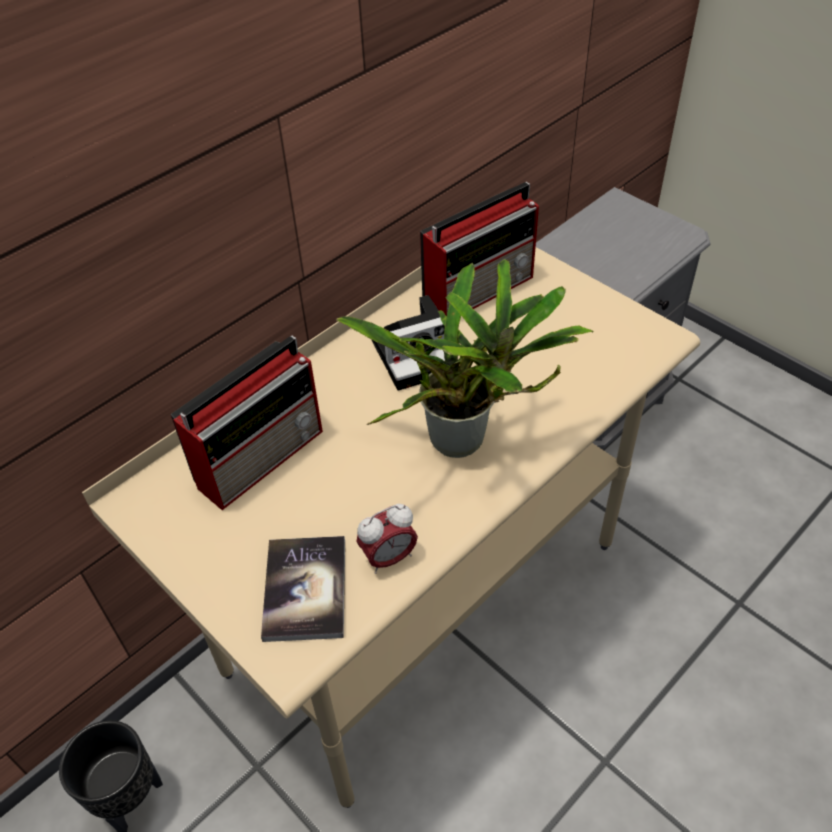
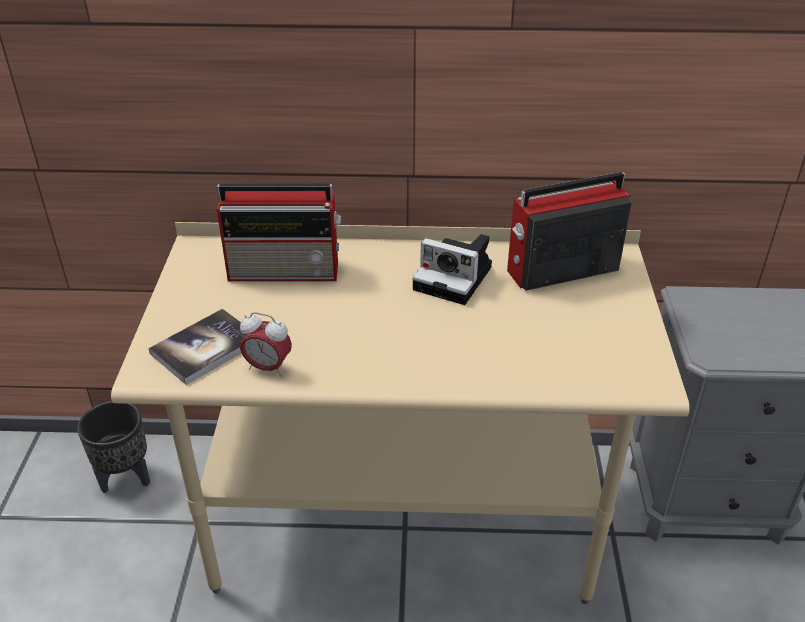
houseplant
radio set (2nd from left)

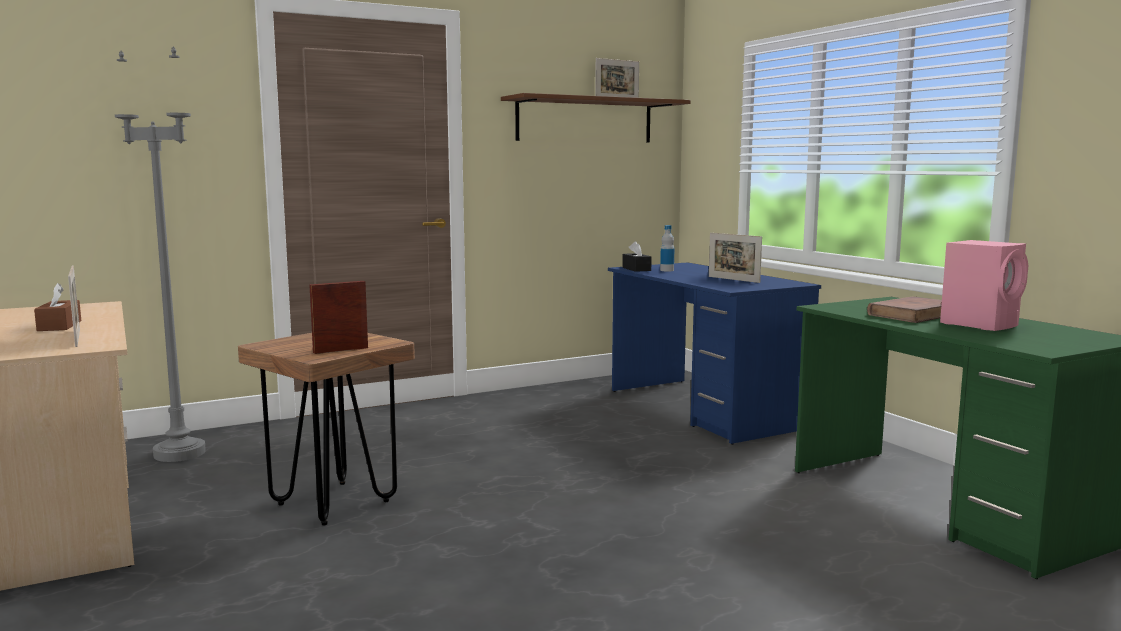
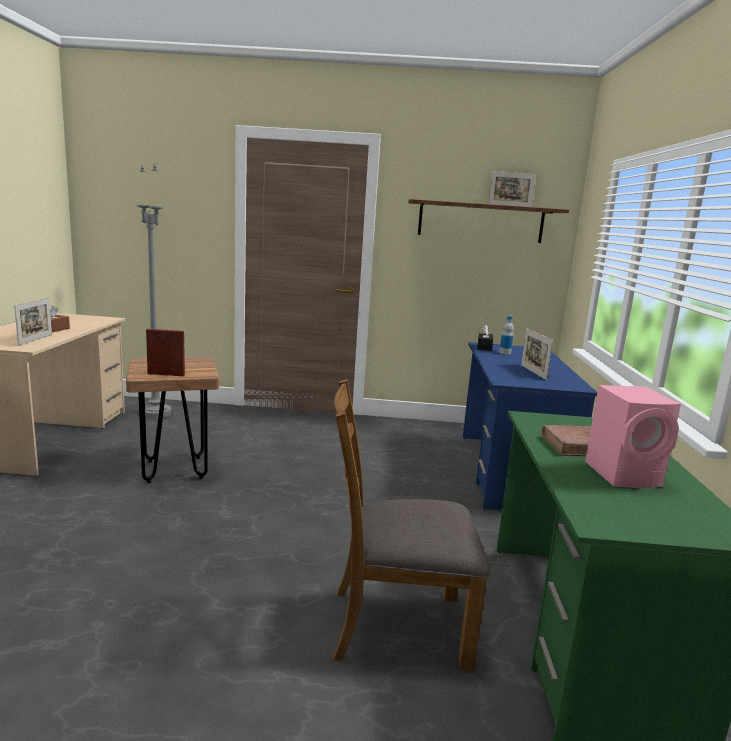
plain chair (brown)

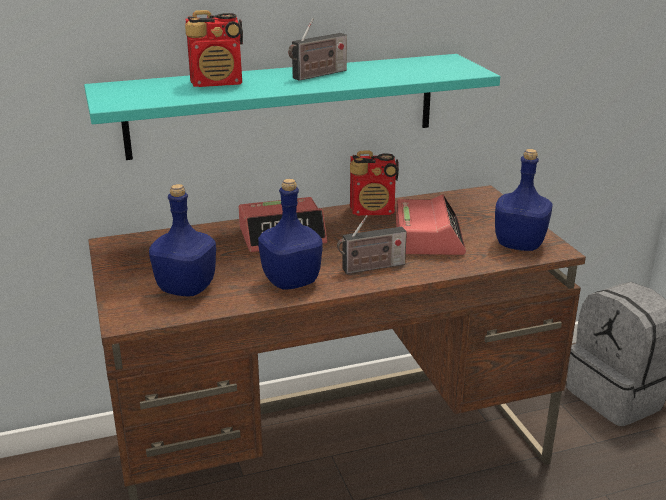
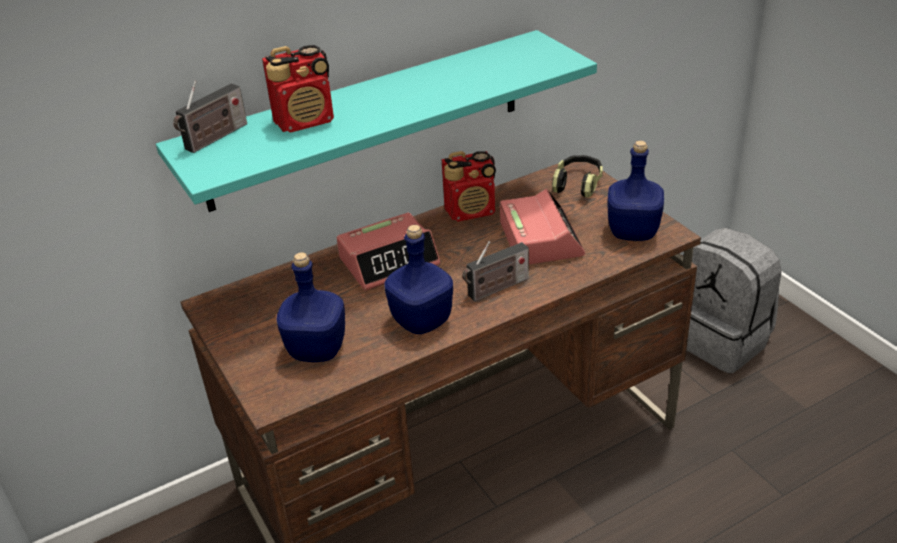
radio set (1st from left)
headphones

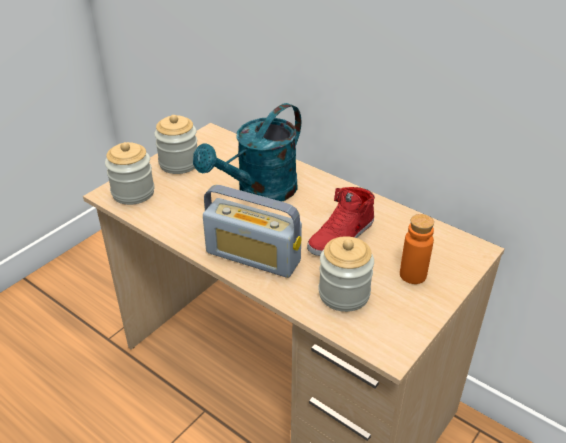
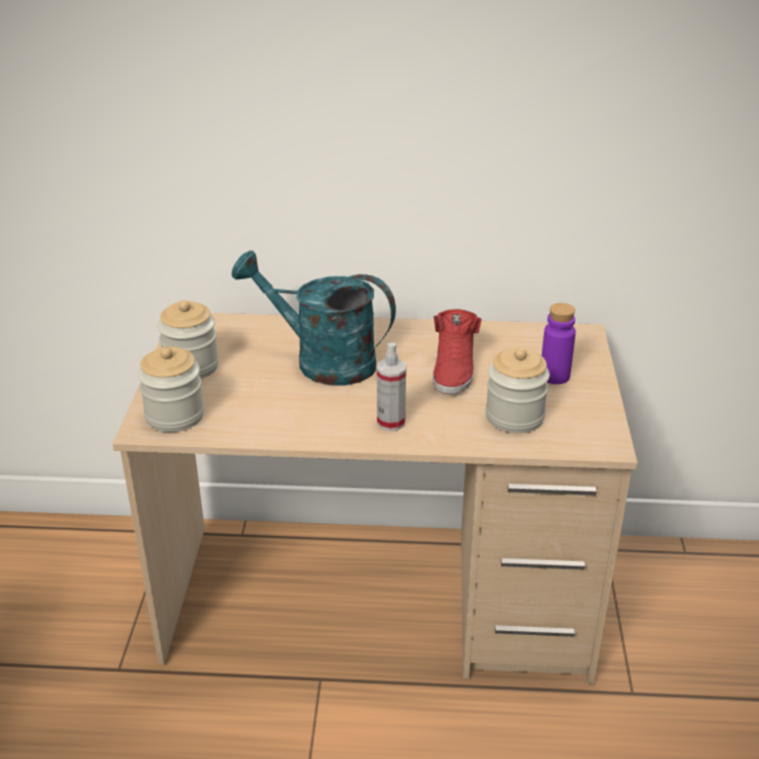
watering pot (turquoise-coloured)
spray bottle
drink bottle (purple)

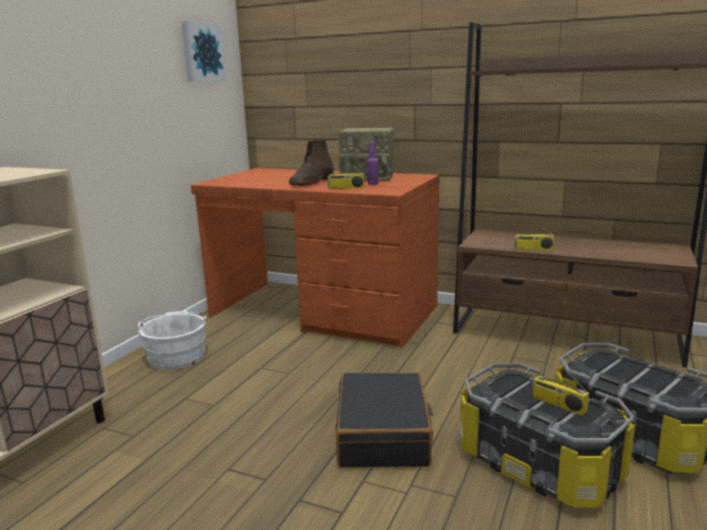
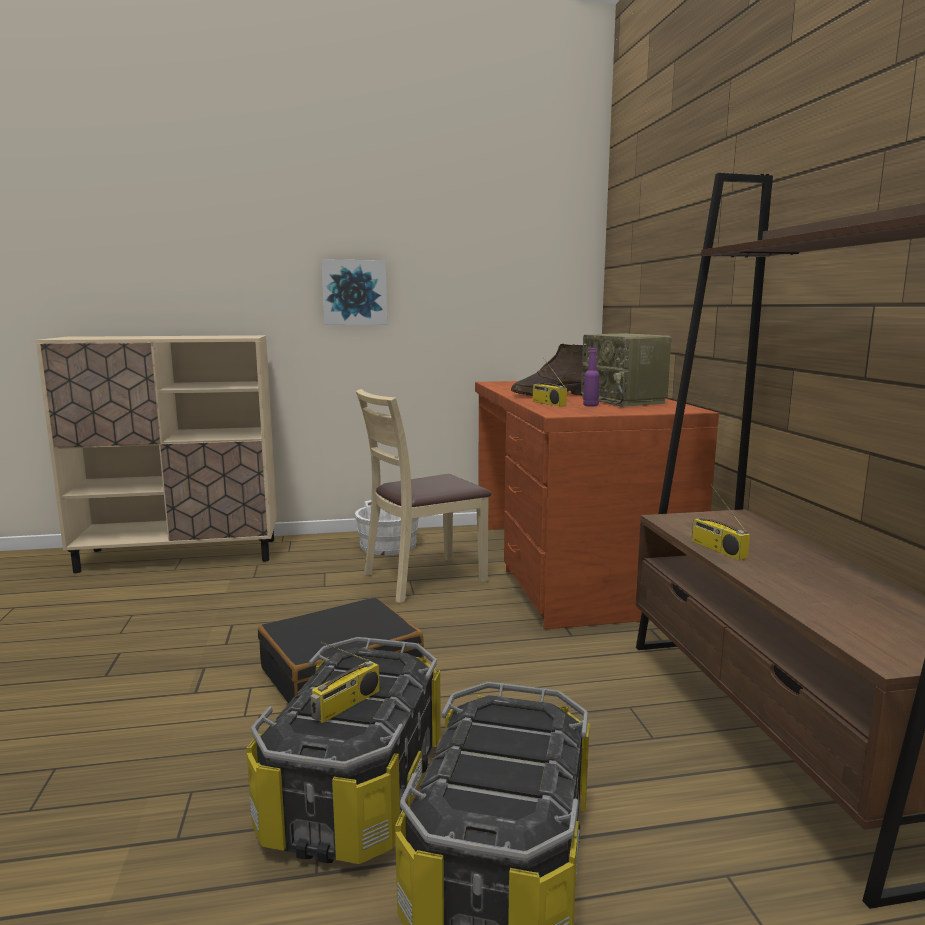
picture
radio set (1st from left)
plain chair (beige)

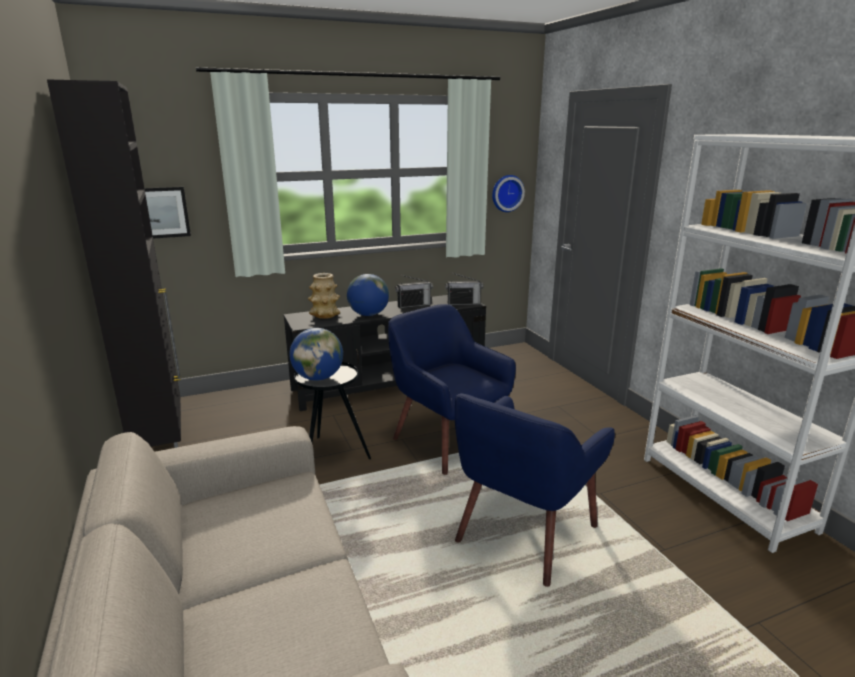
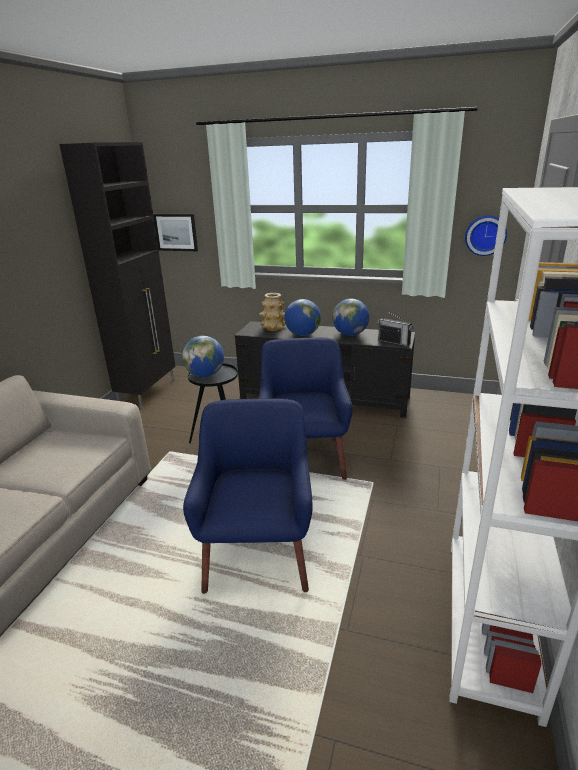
globe (3rd from left)
lounge chair (bluish) (1st from left)

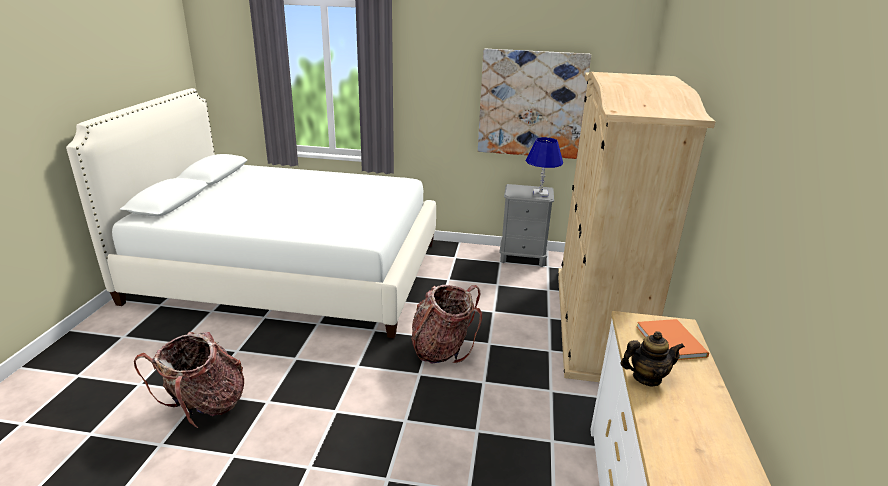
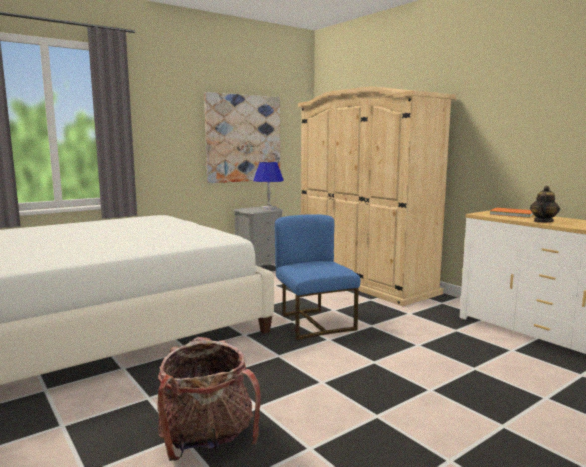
plain chair (bluish)

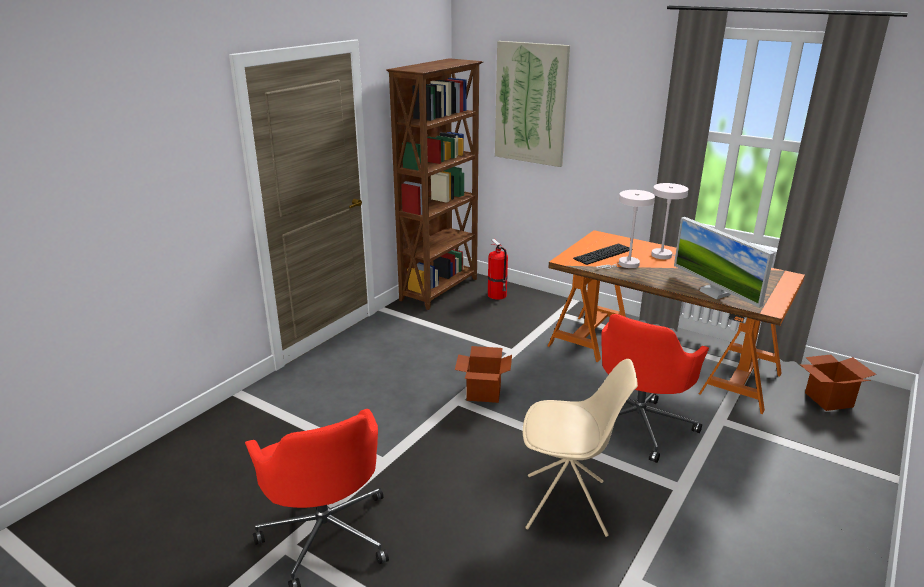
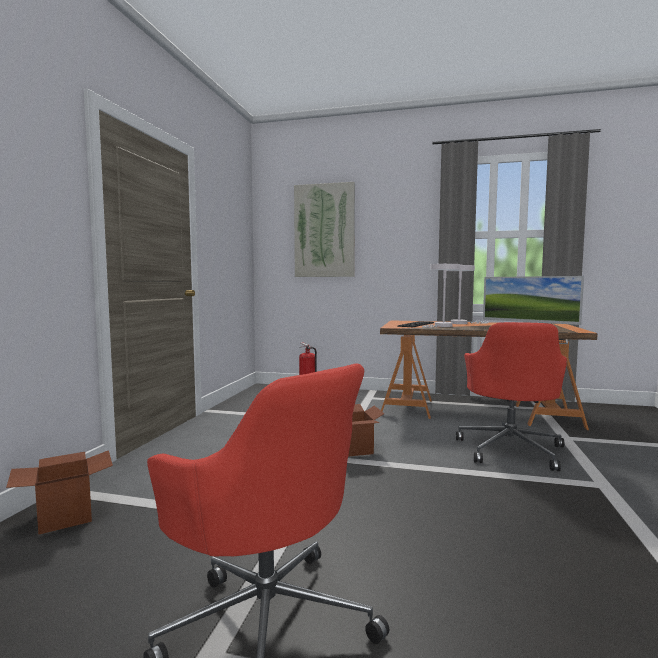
shelving unit (brown)
plain chair (beige)
cardboard box (1st from left)

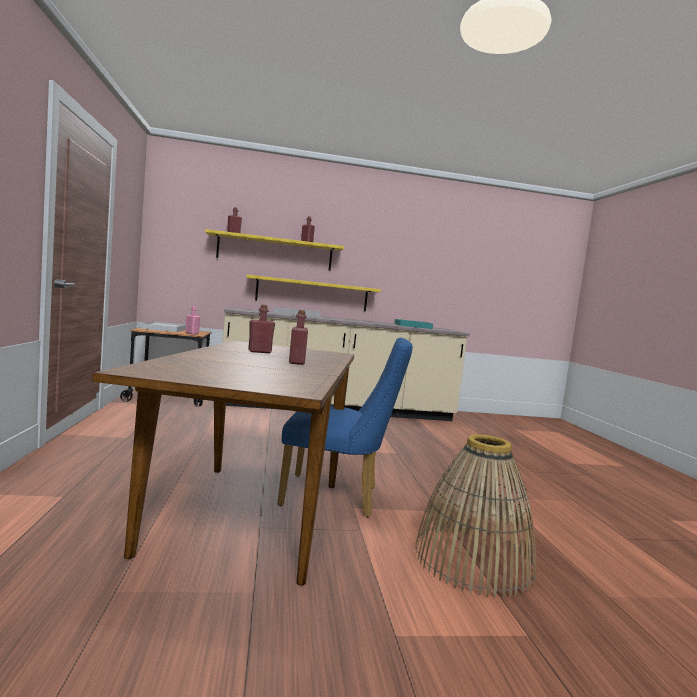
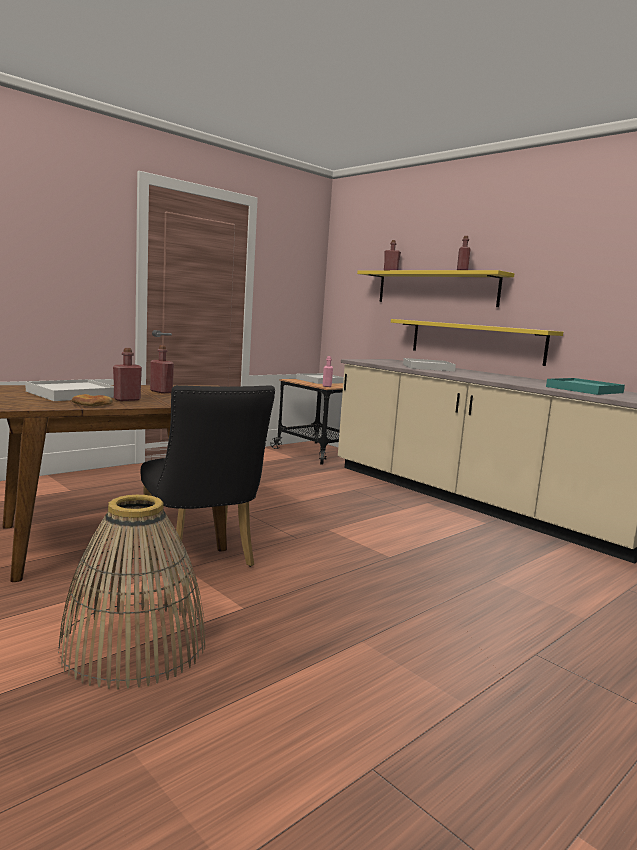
plain chair (black-coloured)
tray (white-coloured) (1st from left)
baked bread

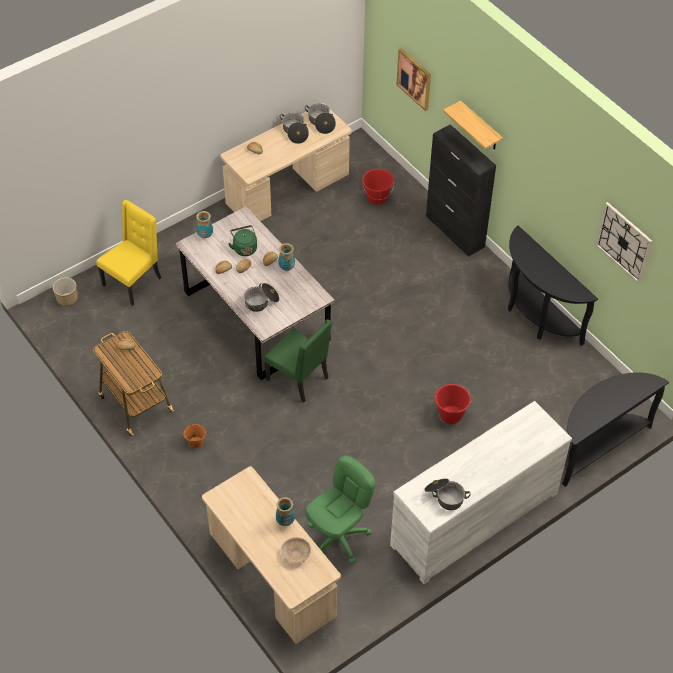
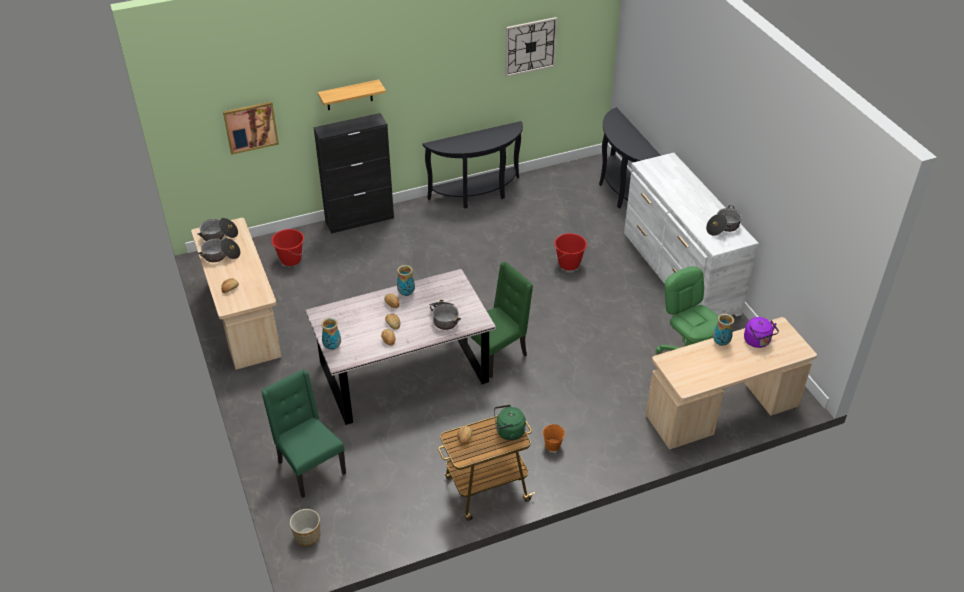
plain chair (green-coloured) (1st from left)
kettle (green-coloured)
kettle (purple)

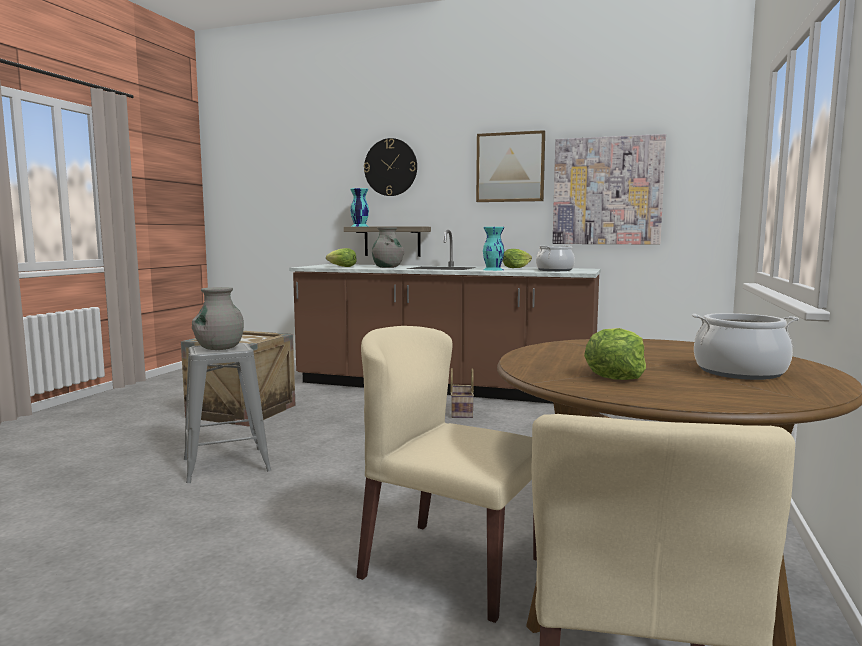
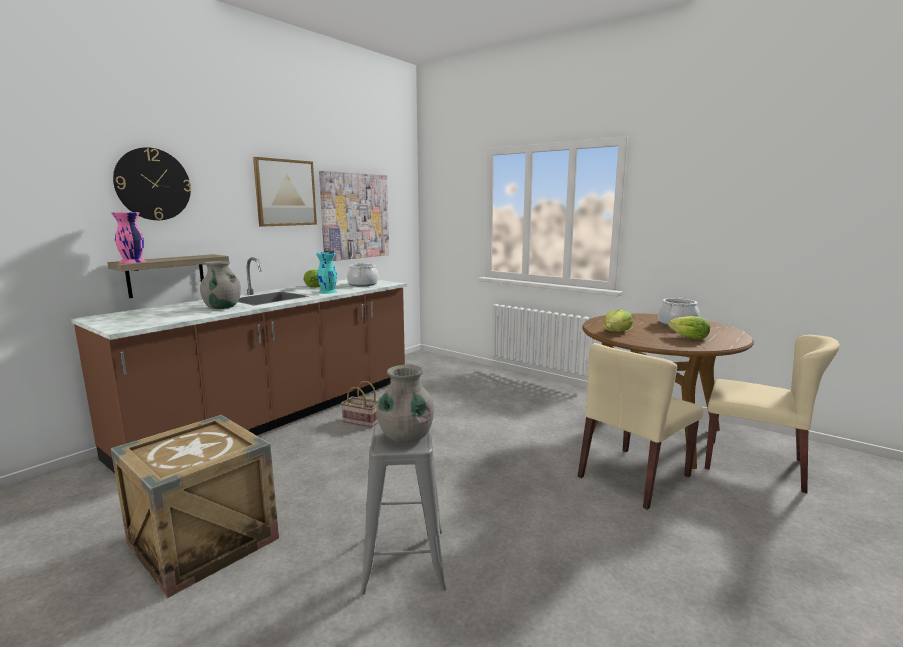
lettuce (2nd from left)
flower vase (pink-coloured)

